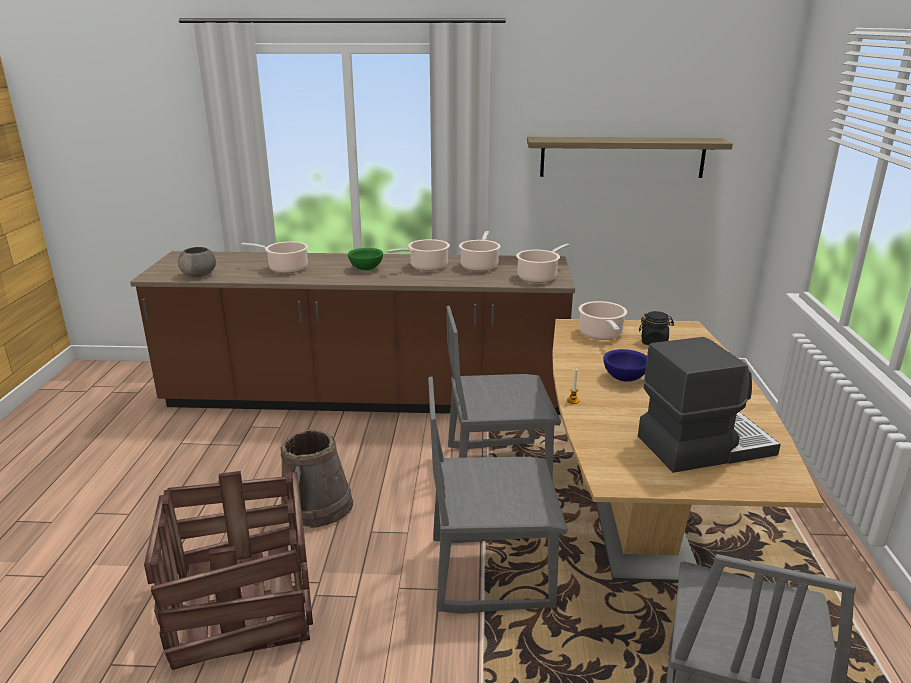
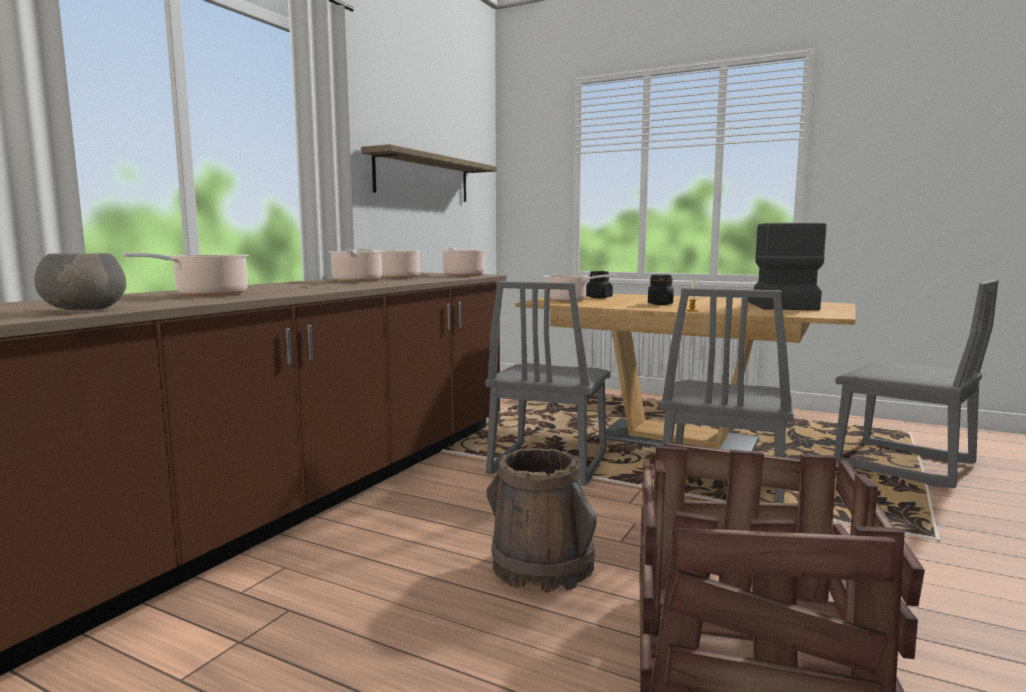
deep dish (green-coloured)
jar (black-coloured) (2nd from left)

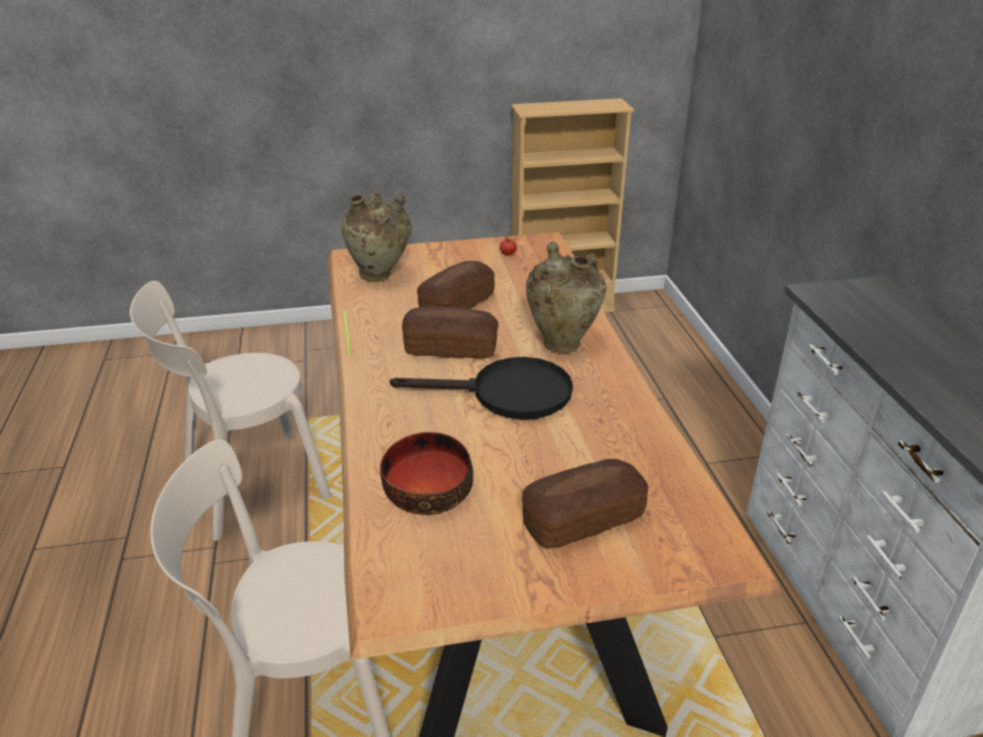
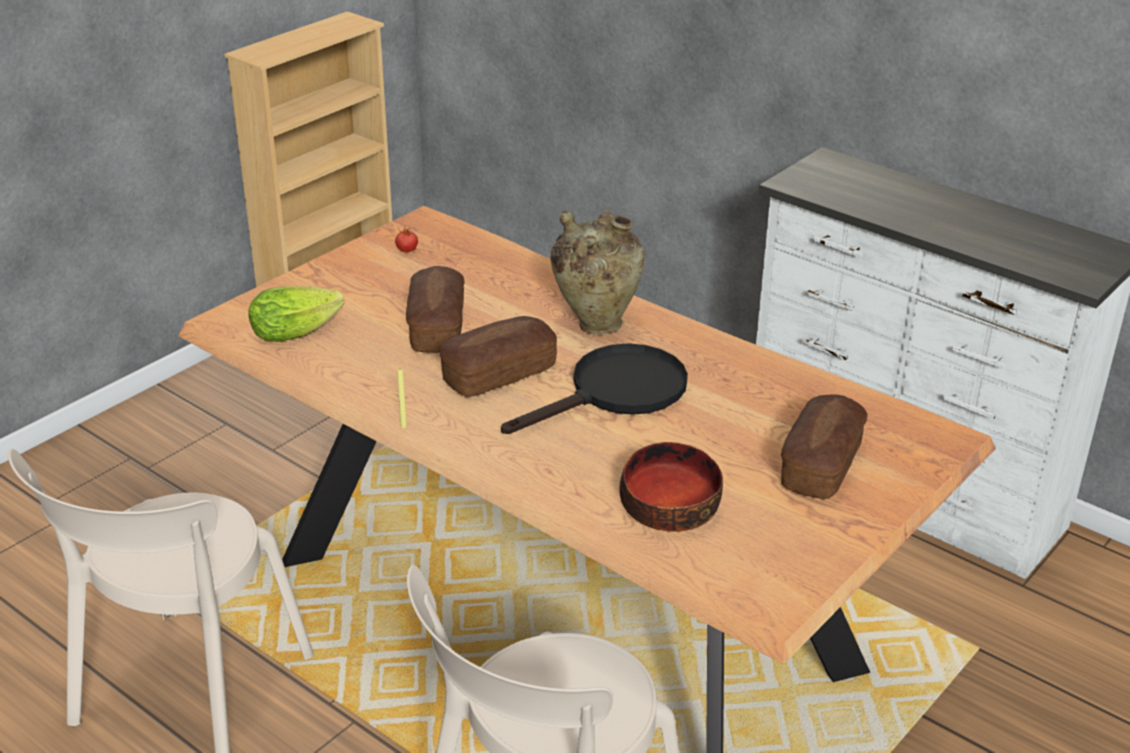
lettuce

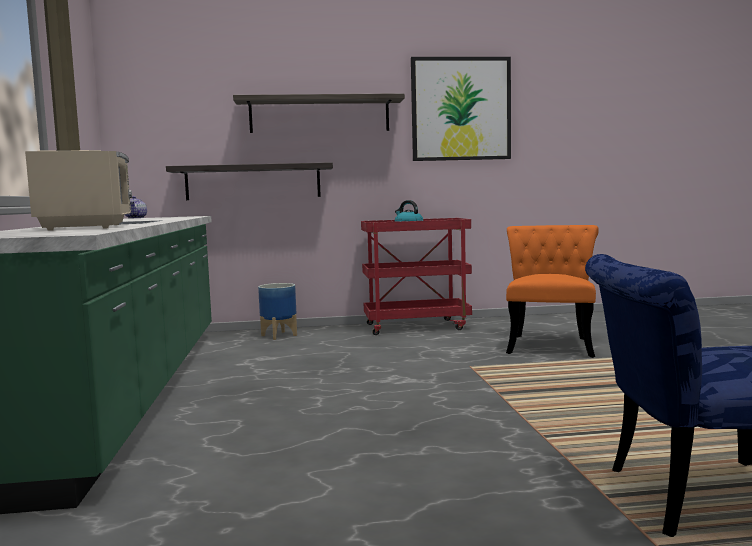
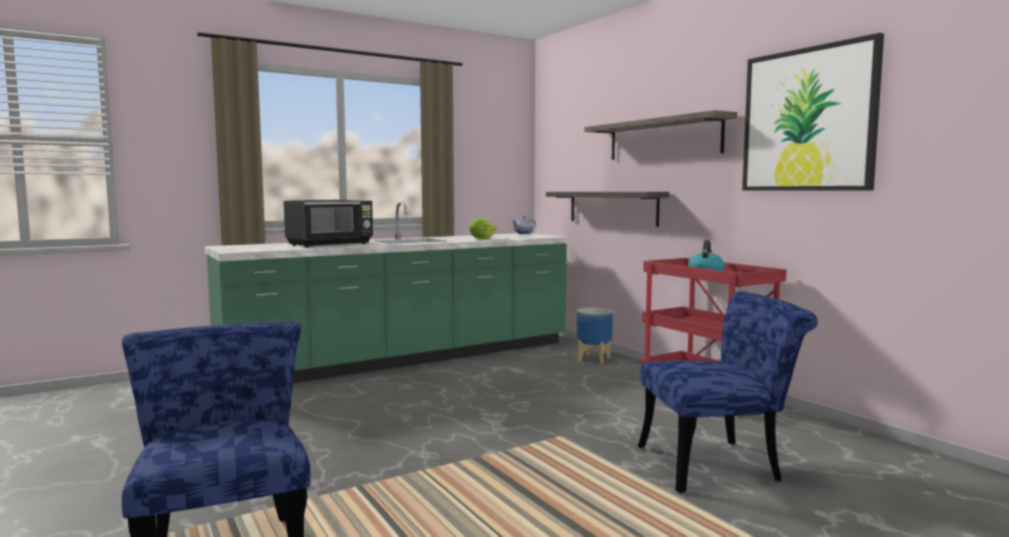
microwave oven (black-coloured)
plain chair (bluish) (2nd from left)
lettuce

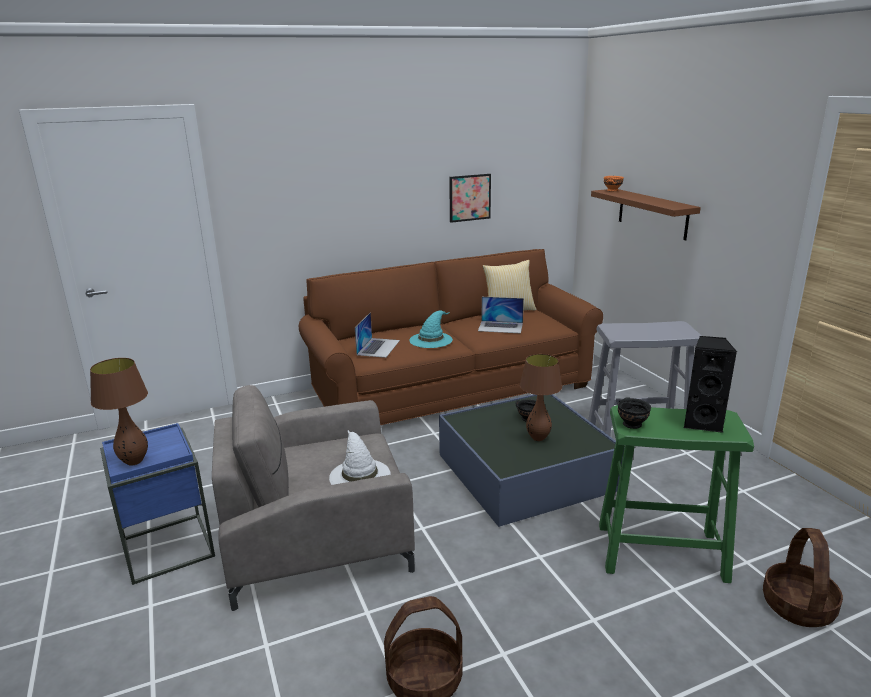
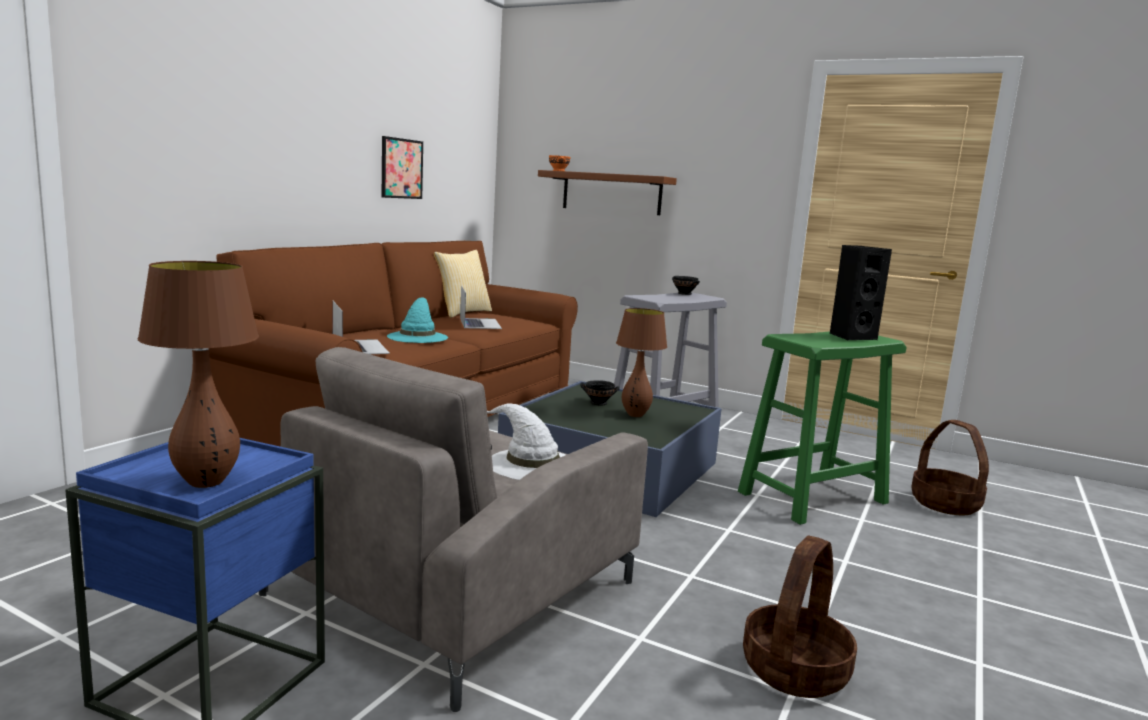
portable computer (2nd from left)
deep dish (black-coloured) (2nd from left)

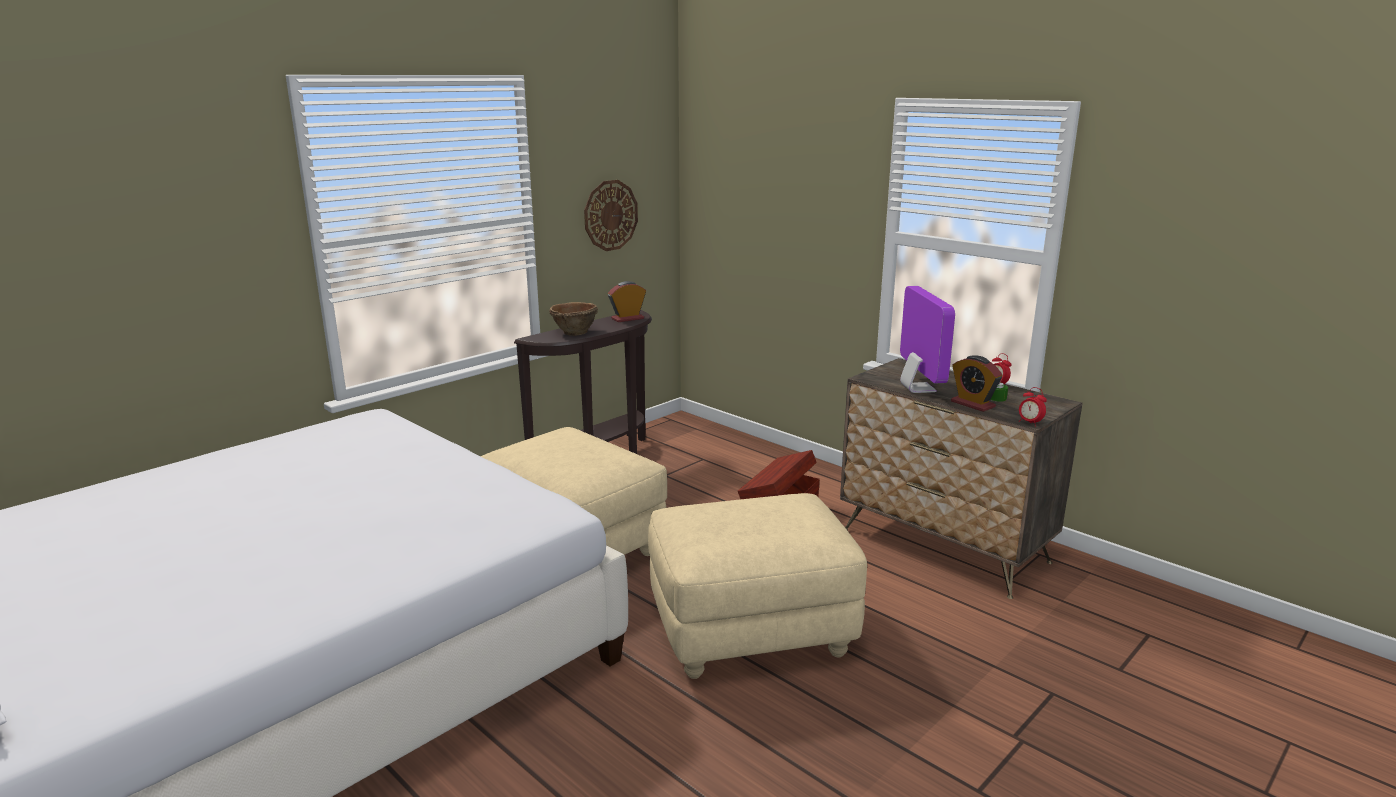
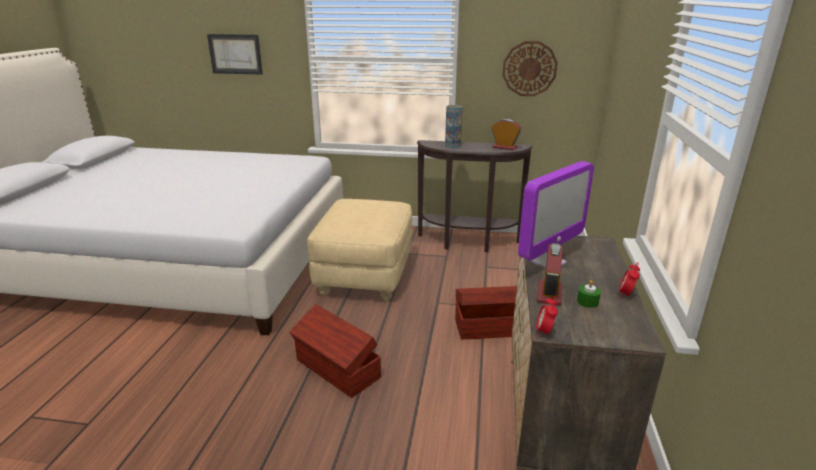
flower vase
storage box (brown) (1st from left)
picture

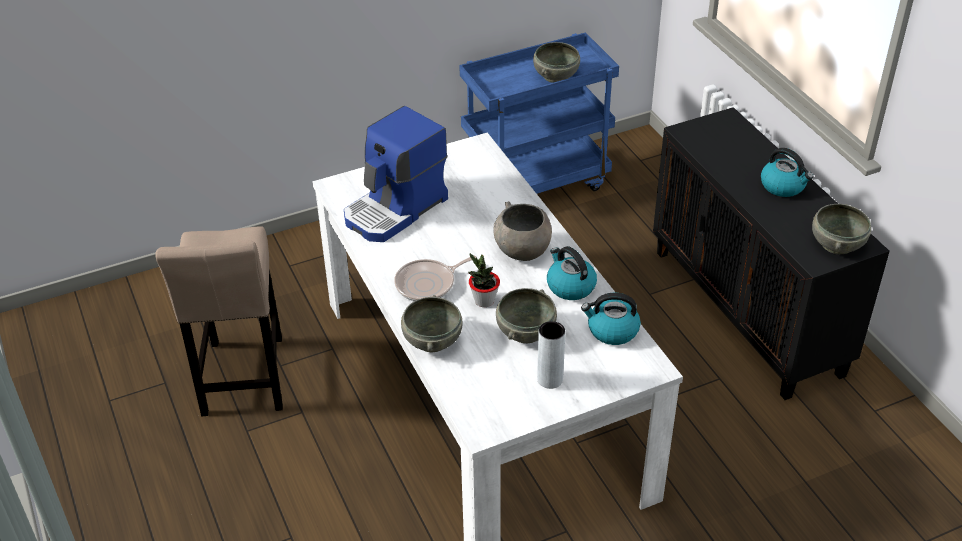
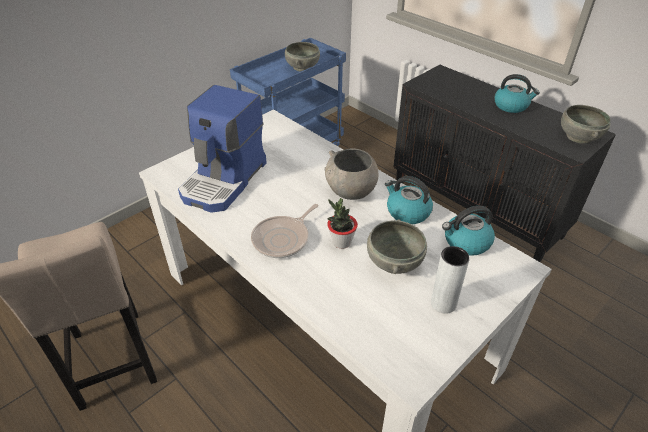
deep dish (gray) (1st from left in the first image)

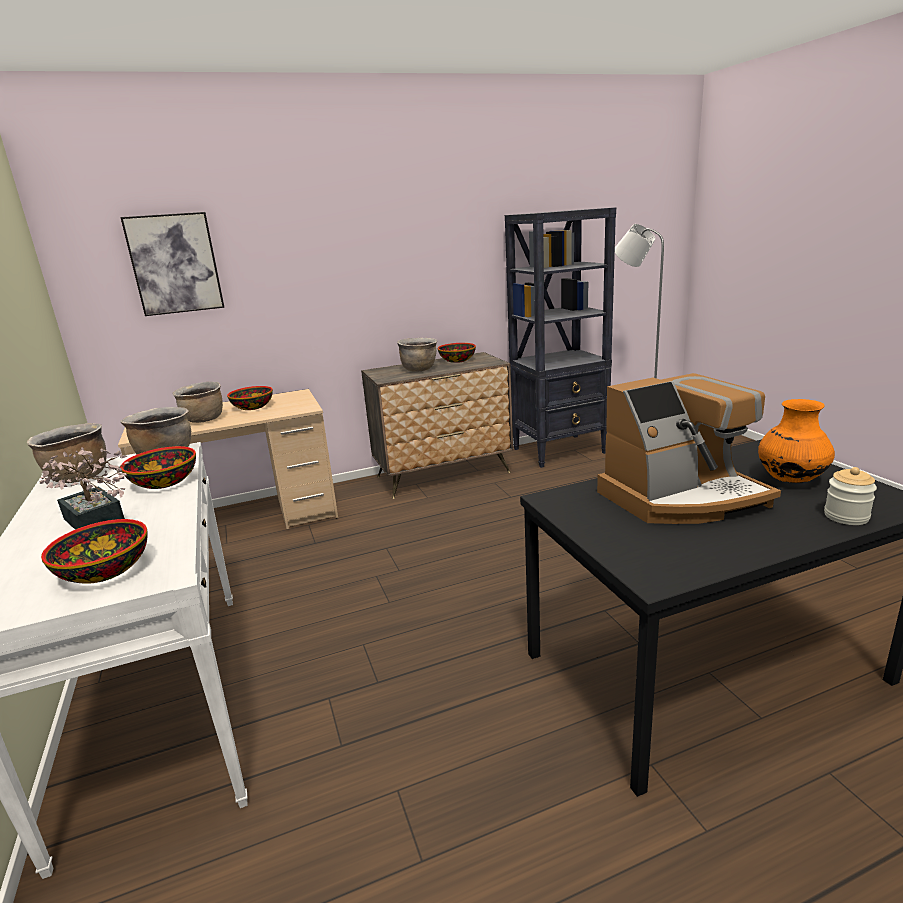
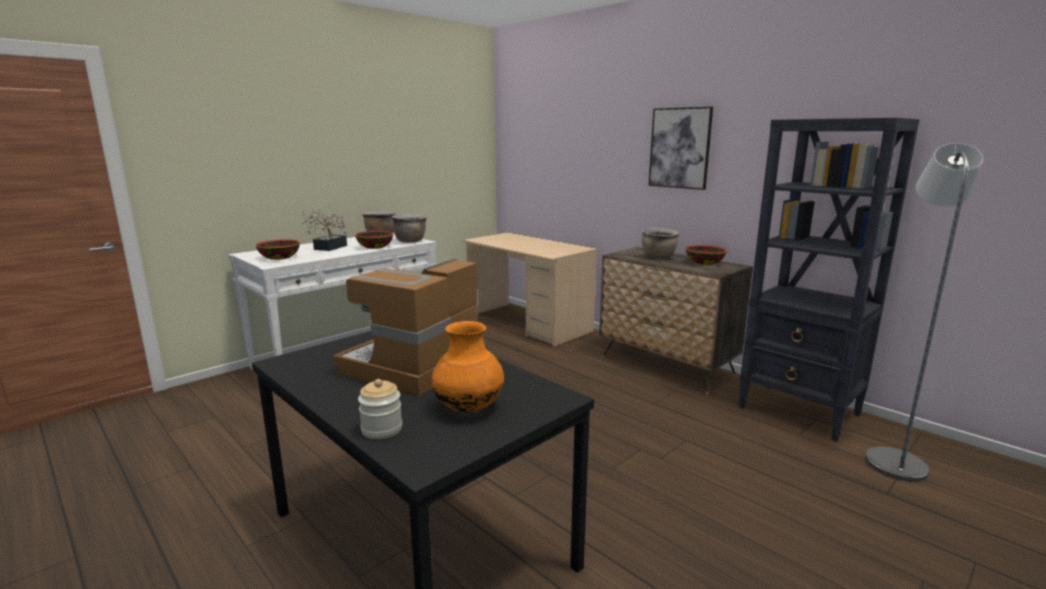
picture
stockpot (brown) (3rd from left in the first image)
deep dish (3rd from left in the first image)
coffee brewer

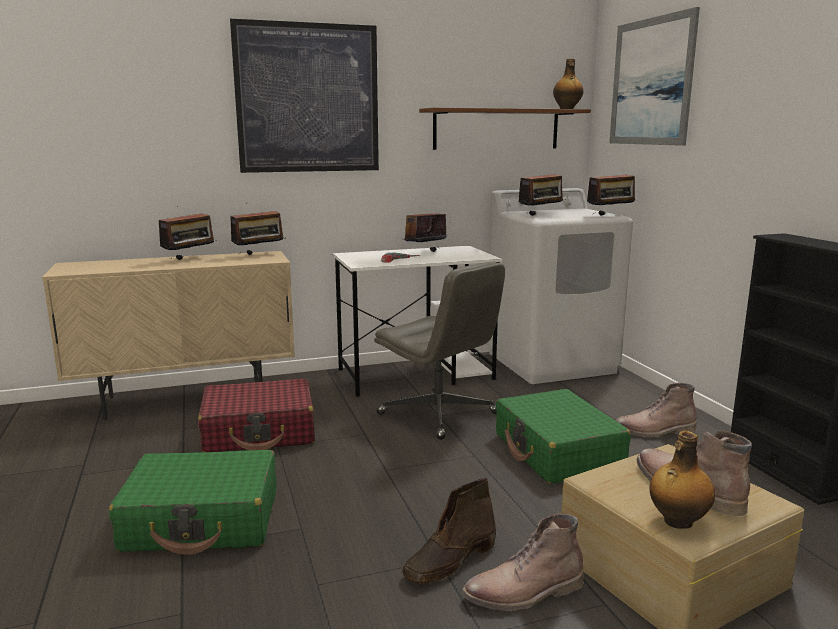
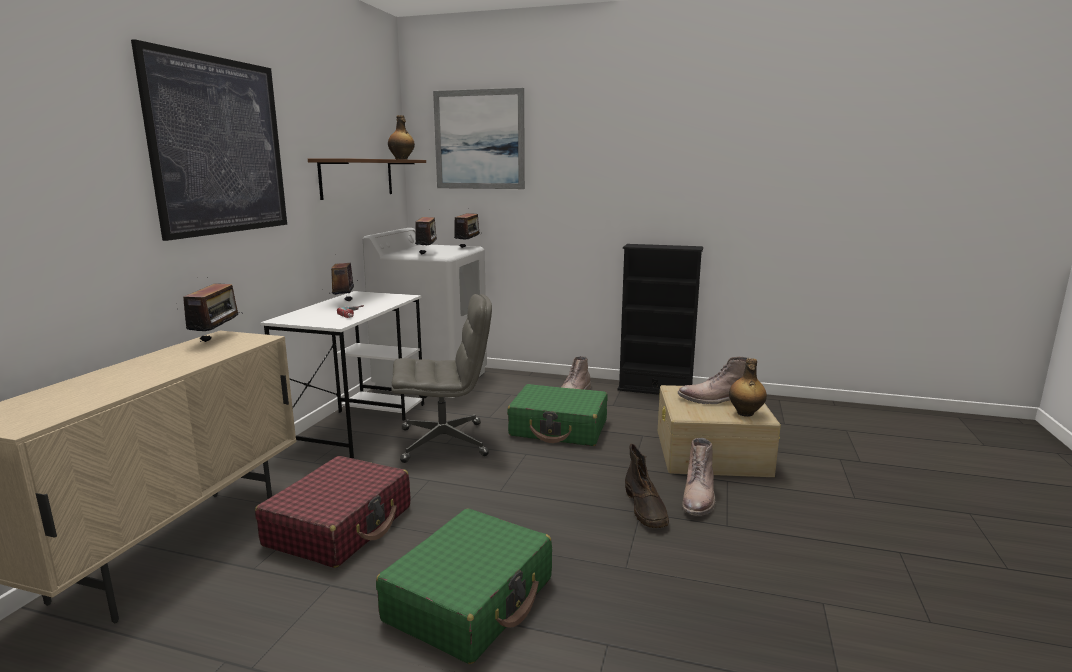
radio set (1st from left in the first image)

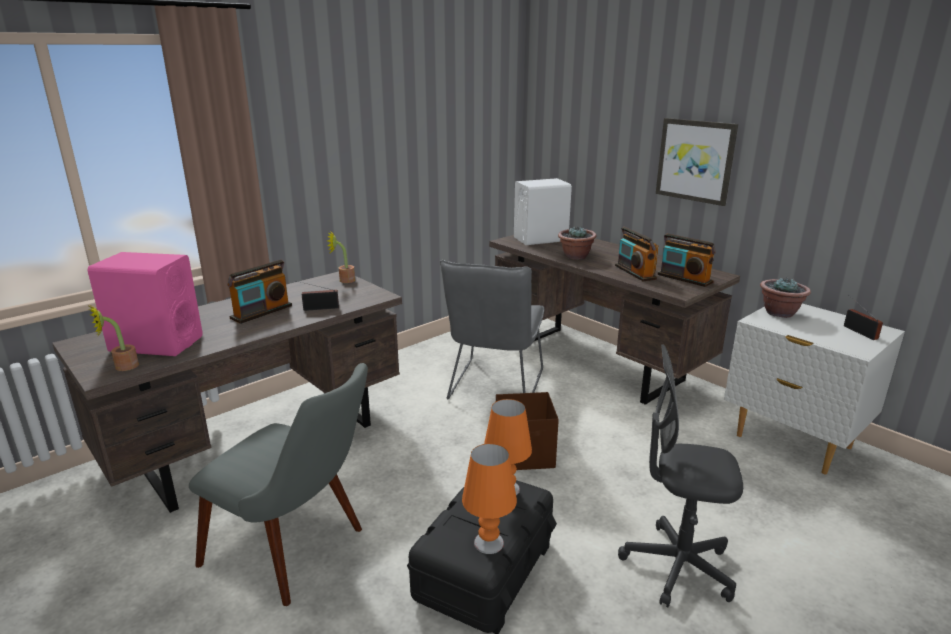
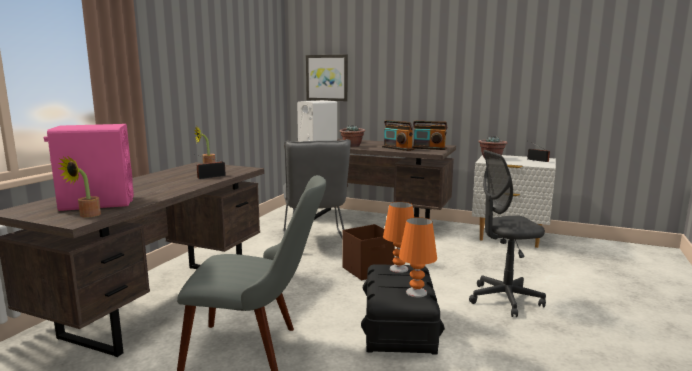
radio set (1st from left in the first image)
picture

